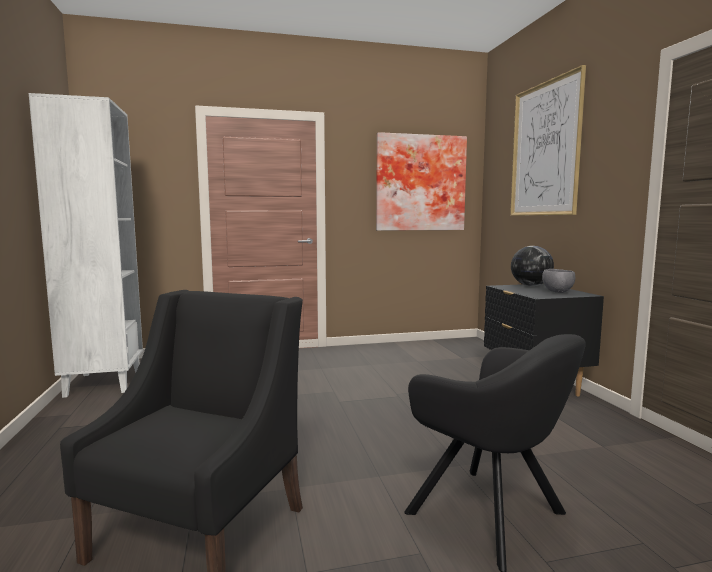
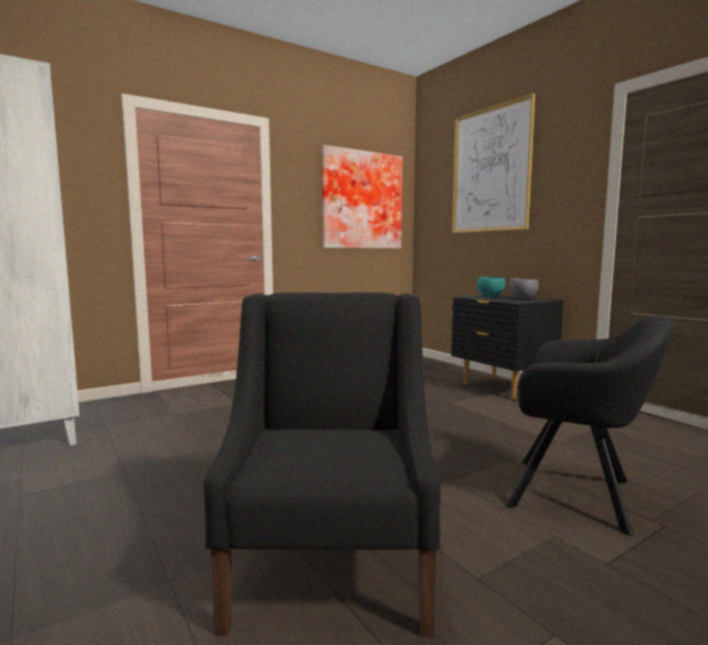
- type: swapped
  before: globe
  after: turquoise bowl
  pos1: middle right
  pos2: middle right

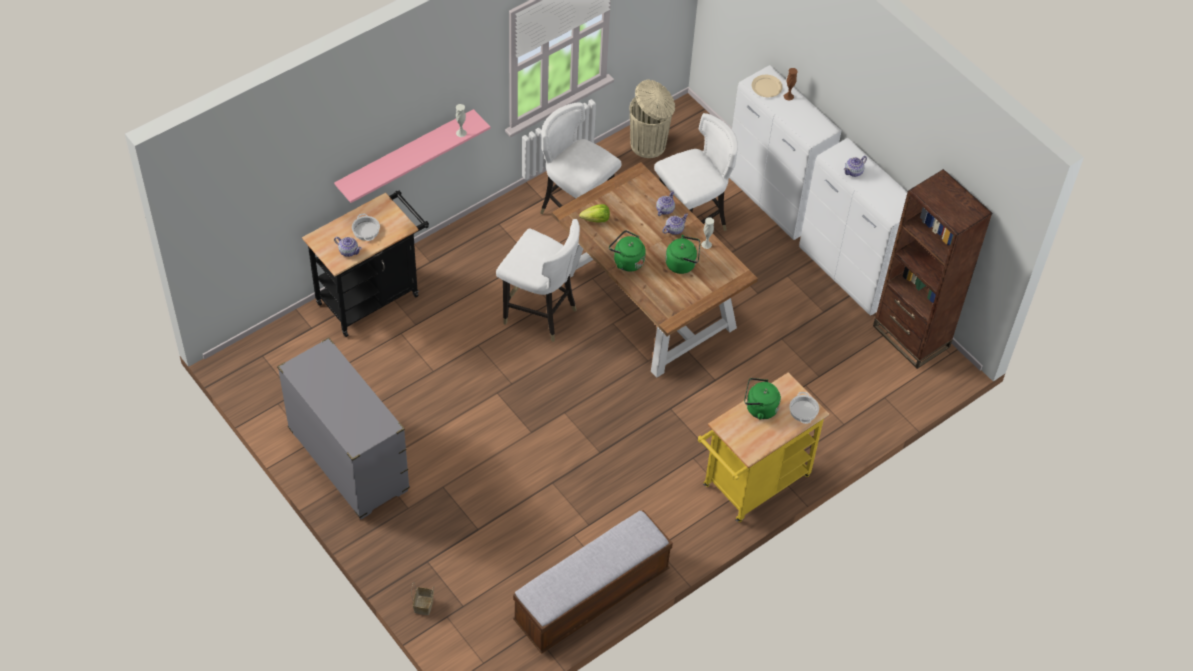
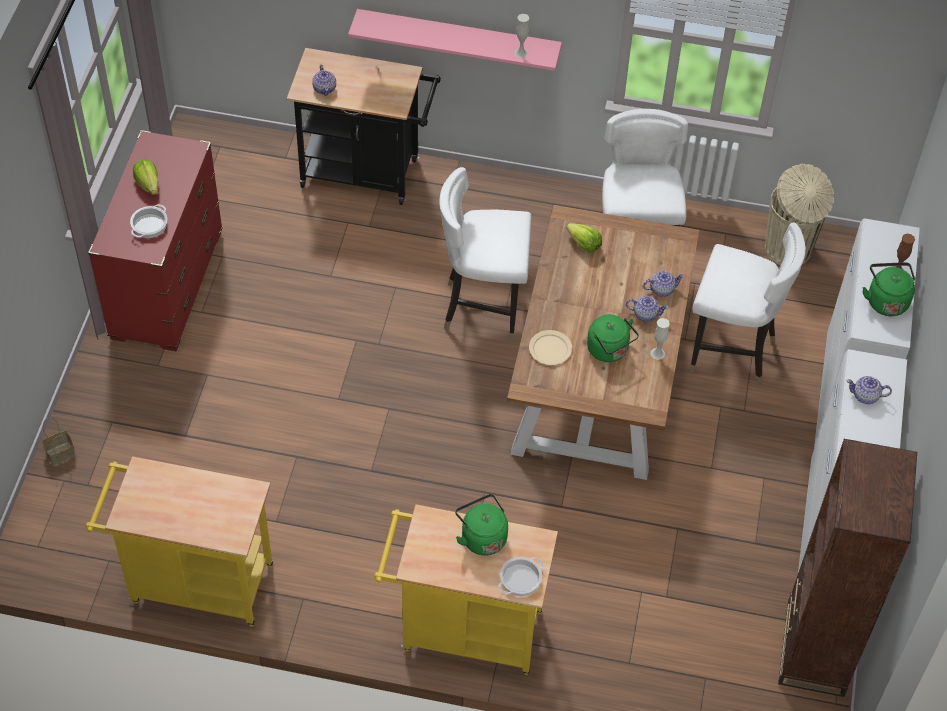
- type: repainted
  before: grey dresser
  after: red dresser
  pos1: middle left
  pos2: middle left
- type: shifted
  before: cooking pot (no. 1 from left)
  pos1: middle left
  pos2: top left
- type: rotated
  before: white chair (no. 1 from left)
  pos1: centre
  pos2: centre
  turn: 105
- type: swapped
  before: bench
  after: yellow cart (no. 1 from left)
  pos1: bottom centre
  pos2: bottom left
- type: shifted
  before: green kettle (no. 1 from left in the first image)
  after: green kettle (no. 3 from left)
  pos1: centre
  pos2: middle right
- type: shifted
  before: beige plate
  pos1: top centre
  pos2: centre
- type: new
  after: lettuce (no. 1 from left)
  pos2: top left

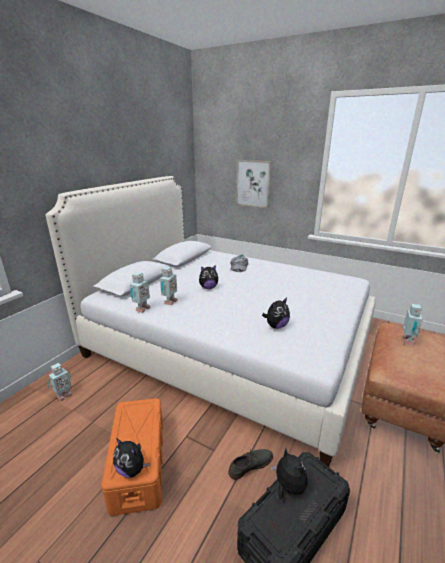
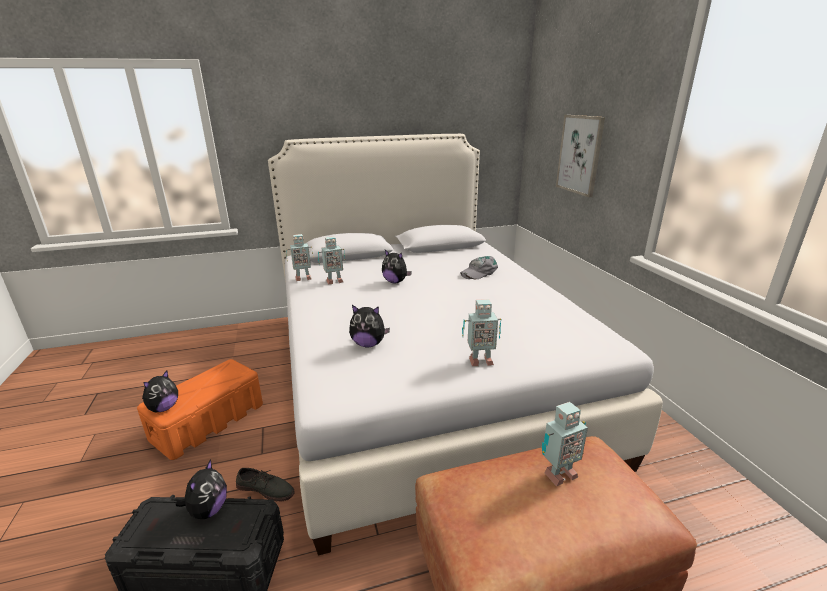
- type: shifted
  before: toy robot (no. 1 from left in the first image)
  after: toy robot (no. 3 from left)
  pos1: bottom left
  pos2: centre
- type: rotated
  before: plush toy (no. 1 from left)
  pos1: bottom left
  pos2: middle left
  turn: -135

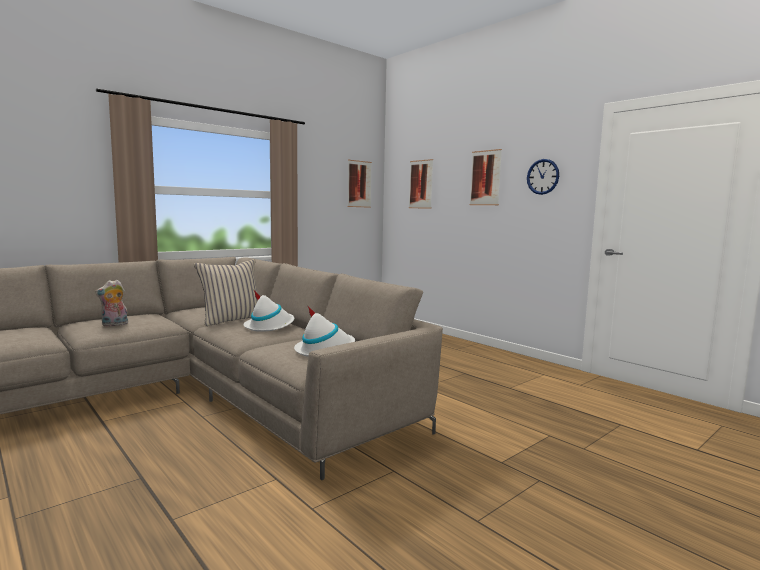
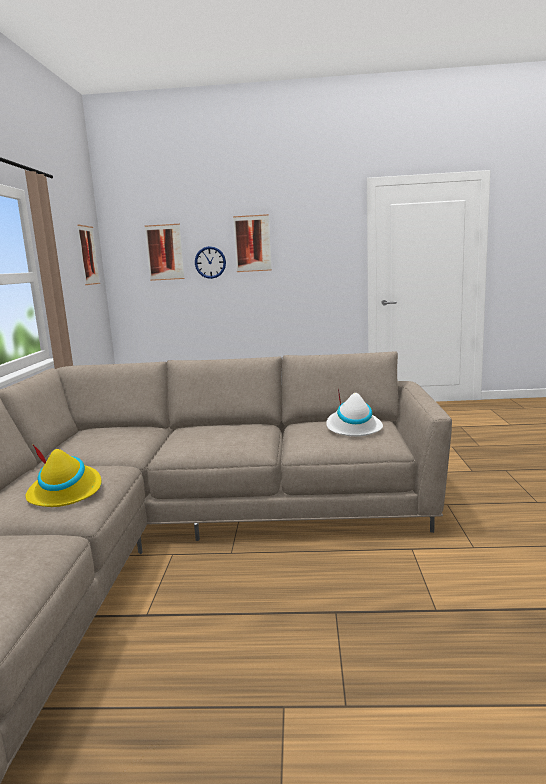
- type: swapped
  before: plush toy
  after: yellow hat
  pos1: middle left
  pos2: middle left
- type: gone
  before: beige pillow
  pos1: middle left
- type: gone
  before: white hat (no. 1 from left)
  pos1: centre
- type: shifted
  before: wall clock
  pos1: top right
  pos2: centre

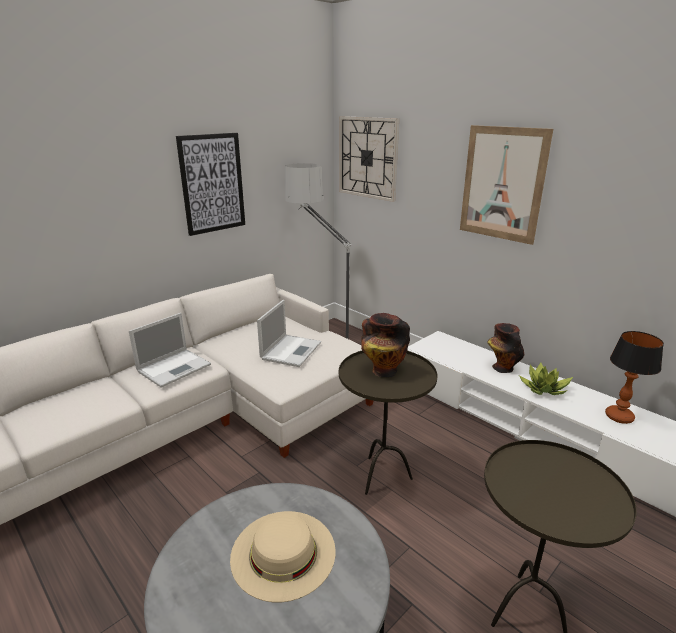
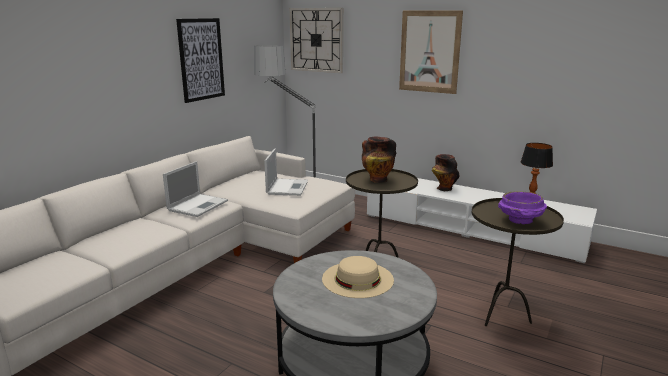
- type: gone
  before: potted plant
  pos1: middle right
- type: new
  after: purple bowl
  pos2: middle right

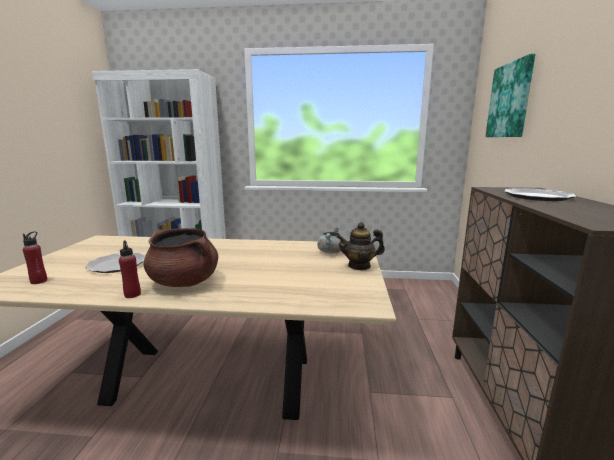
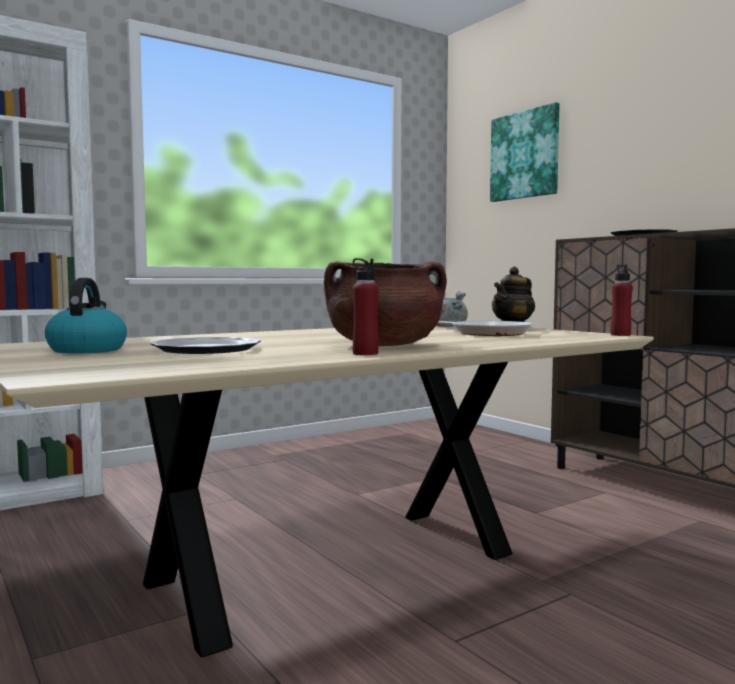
- type: shifted
  before: red bottle (no. 1 from left in the first image)
  after: red bottle (no. 2 from left)
  pos1: middle left
  pos2: middle right
- type: new
  after: kettle
  pos2: middle left
- type: new
  after: frying pan
  pos2: centre

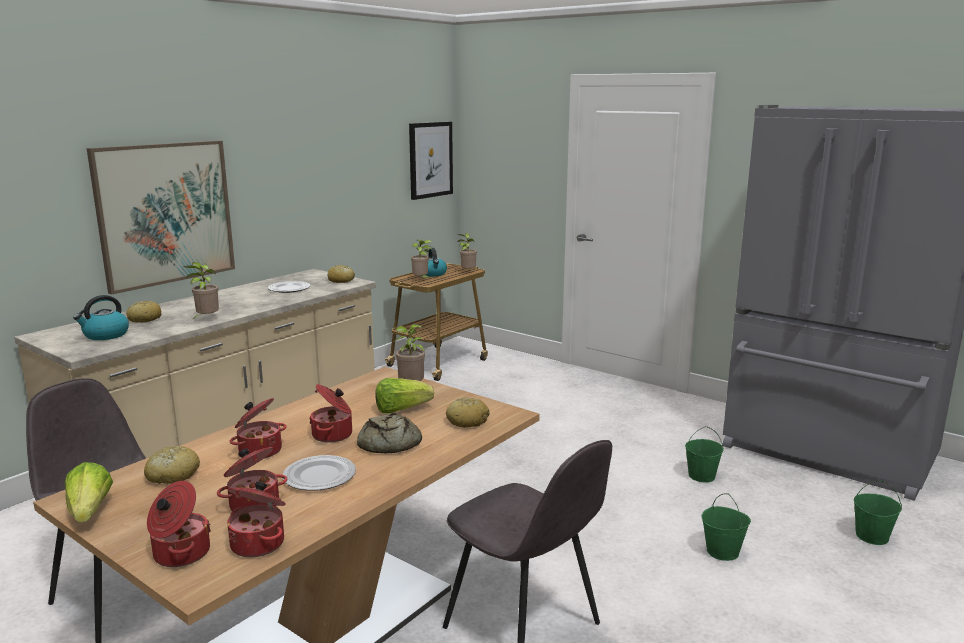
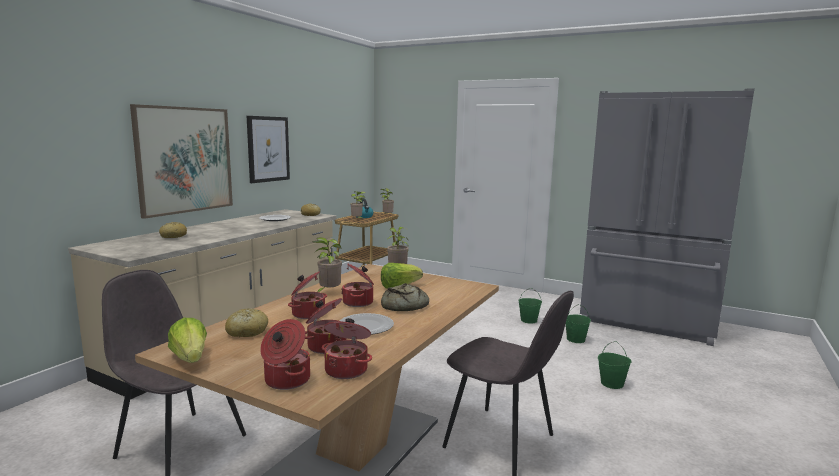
- type: gone
  before: kettle (no. 1 from left)
  pos1: middle left
- type: shifted
  before: potted plant (no. 1 from left)
  pos1: middle left
  pos2: centre
- type: shifted
  before: picture (no. 2 from left)
  pos1: top centre
  pos2: top left
- type: gone
  before: bread (no. 5 from left)
  pos1: centre
- type: shifted
  before: green bucket (no. 3 from left in the first image)
  after: green bucket (no. 1 from left)
  pos1: bottom right
  pos2: centre

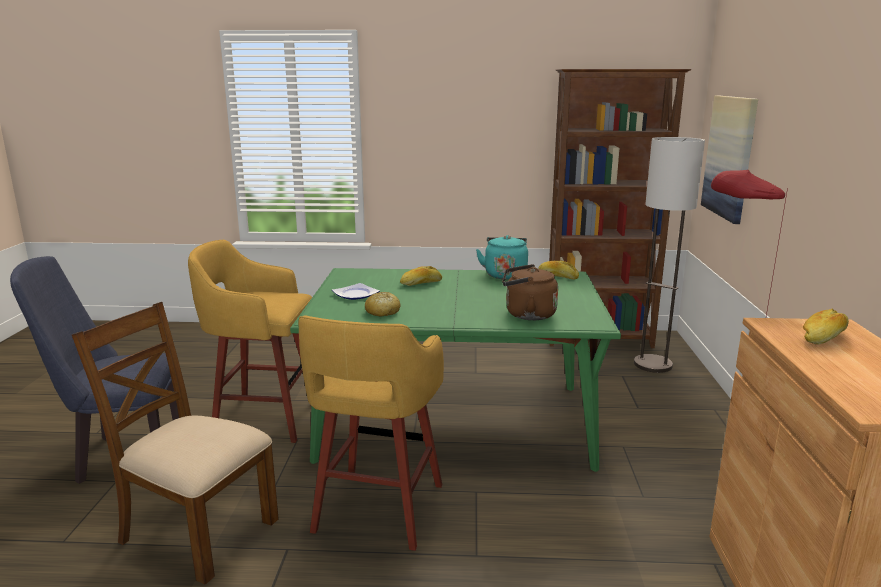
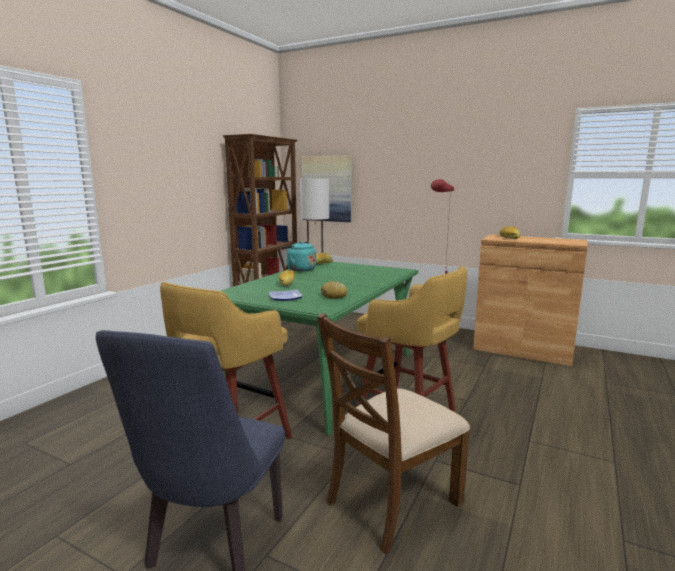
- type: gone
  before: brown kettle
  pos1: centre

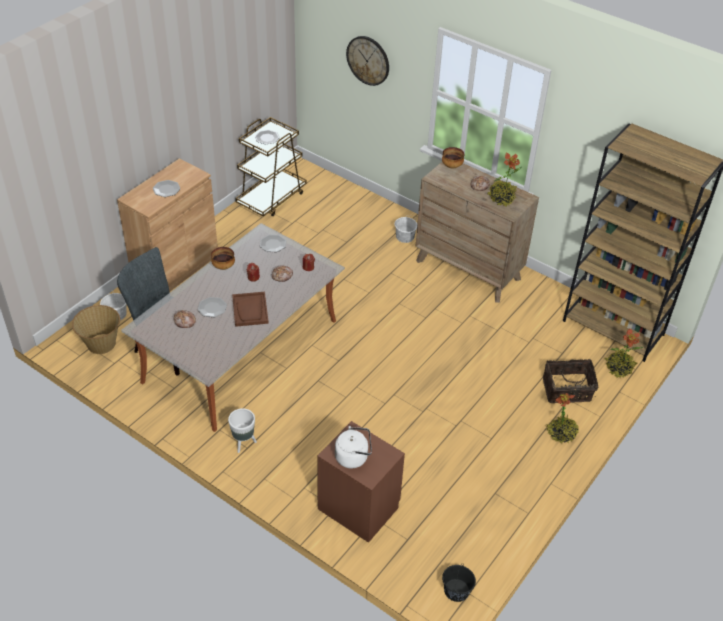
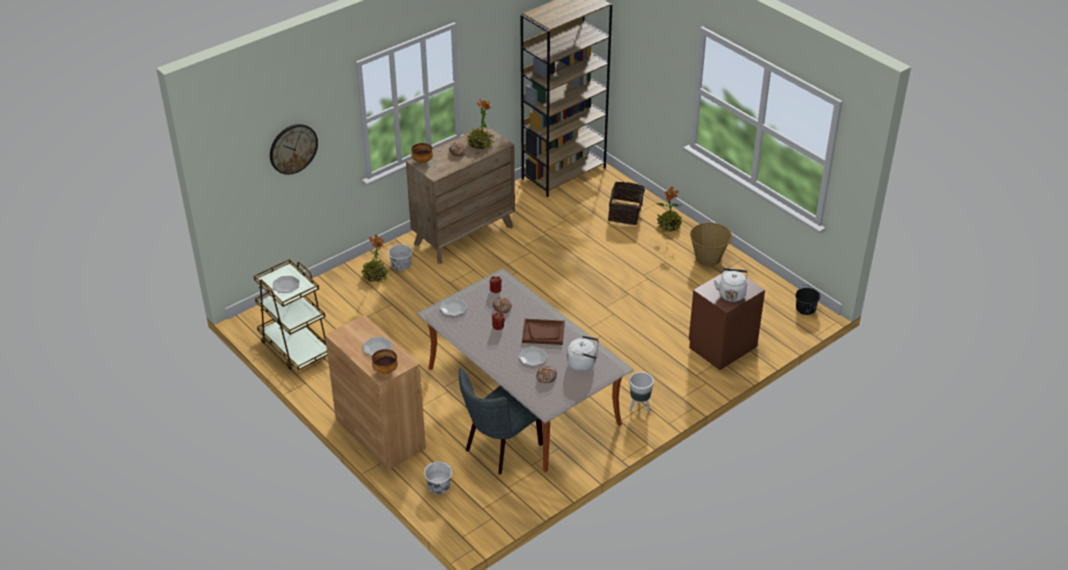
- type: shifted
  before: basket (no. 1 from left in the first image)
  after: basket (no. 2 from left)
  pos1: middle left
  pos2: centre
- type: shifted
  before: bowl (no. 1 from left)
  pos1: middle left
  pos2: centre
- type: shifted
  before: potted plant (no. 3 from left in the first image)
  after: potted plant (no. 1 from left)
  pos1: middle right
  pos2: centre
- type: new
  after: white kettle (no. 1 from left)
  pos2: centre

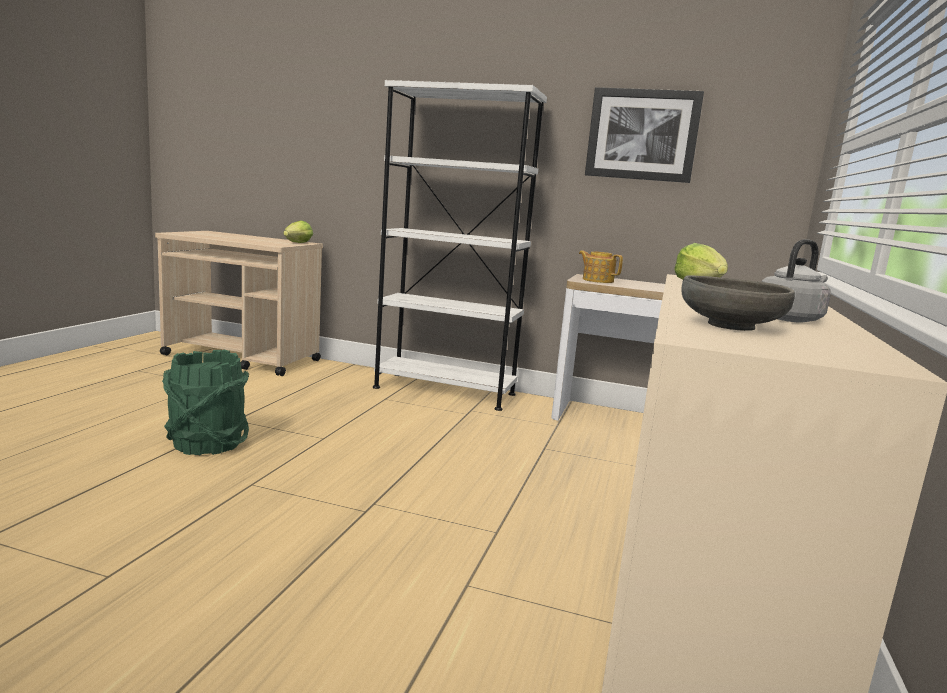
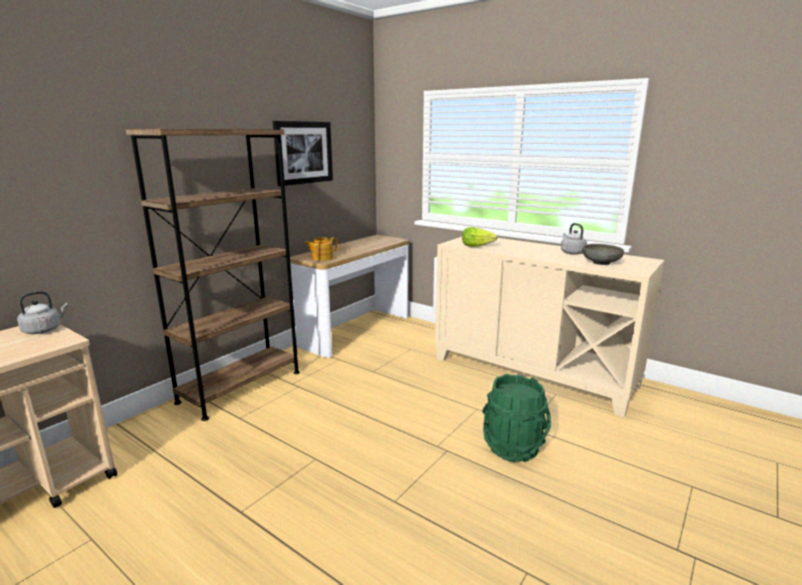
- type: shifted
  before: green bucket
  pos1: middle left
  pos2: bottom centre
- type: swapped
  before: lettuce (no. 1 from left)
  after: grey kettle (no. 1 from left)
  pos1: middle left
  pos2: middle left
- type: repainted
  before: white bookcase
  after: brown bookcase
  pos1: centre
  pos2: middle left

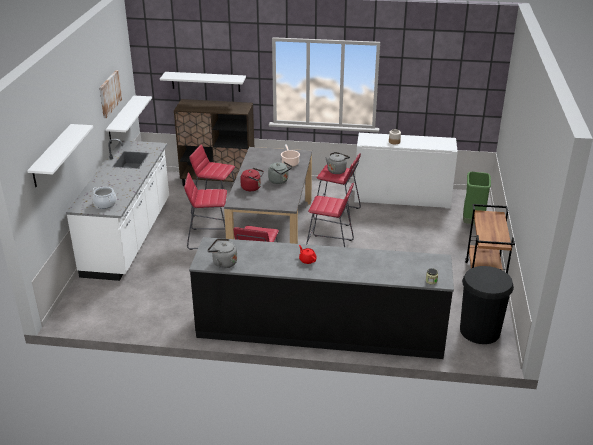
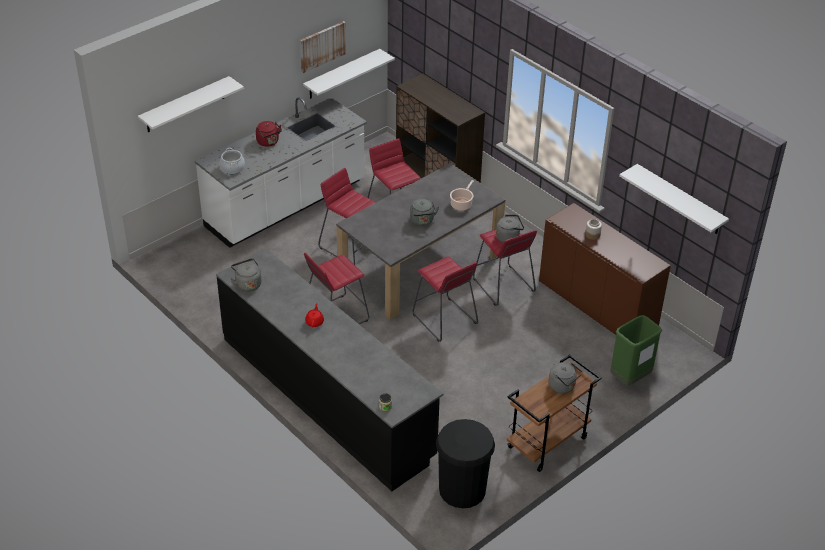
- type: shifted
  before: white shelf (no. 3 from left)
  pos1: top centre
  pos2: middle right
- type: shifted
  before: red kettle
  pos1: centre
  pos2: top left
- type: repainted
  before: white cabinet
  after: brown cabinet (no. 2 from left)
  pos1: middle right
  pos2: middle right
- type: new
  after: grey kettle (no. 4 from left)
  pos2: bottom right

